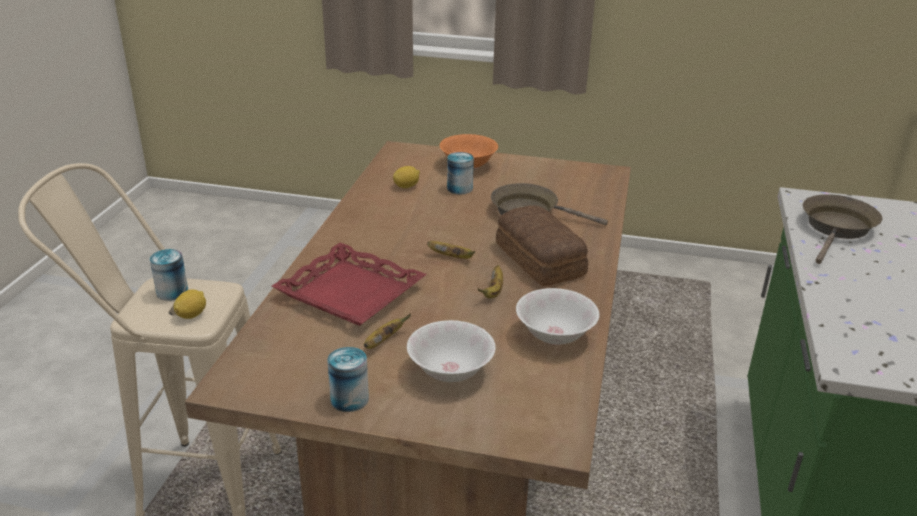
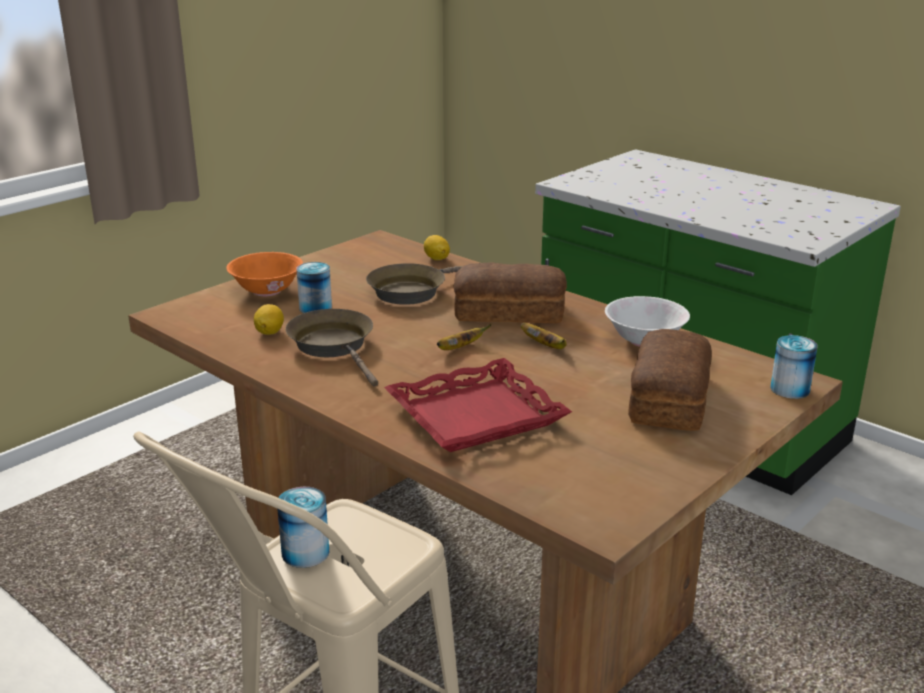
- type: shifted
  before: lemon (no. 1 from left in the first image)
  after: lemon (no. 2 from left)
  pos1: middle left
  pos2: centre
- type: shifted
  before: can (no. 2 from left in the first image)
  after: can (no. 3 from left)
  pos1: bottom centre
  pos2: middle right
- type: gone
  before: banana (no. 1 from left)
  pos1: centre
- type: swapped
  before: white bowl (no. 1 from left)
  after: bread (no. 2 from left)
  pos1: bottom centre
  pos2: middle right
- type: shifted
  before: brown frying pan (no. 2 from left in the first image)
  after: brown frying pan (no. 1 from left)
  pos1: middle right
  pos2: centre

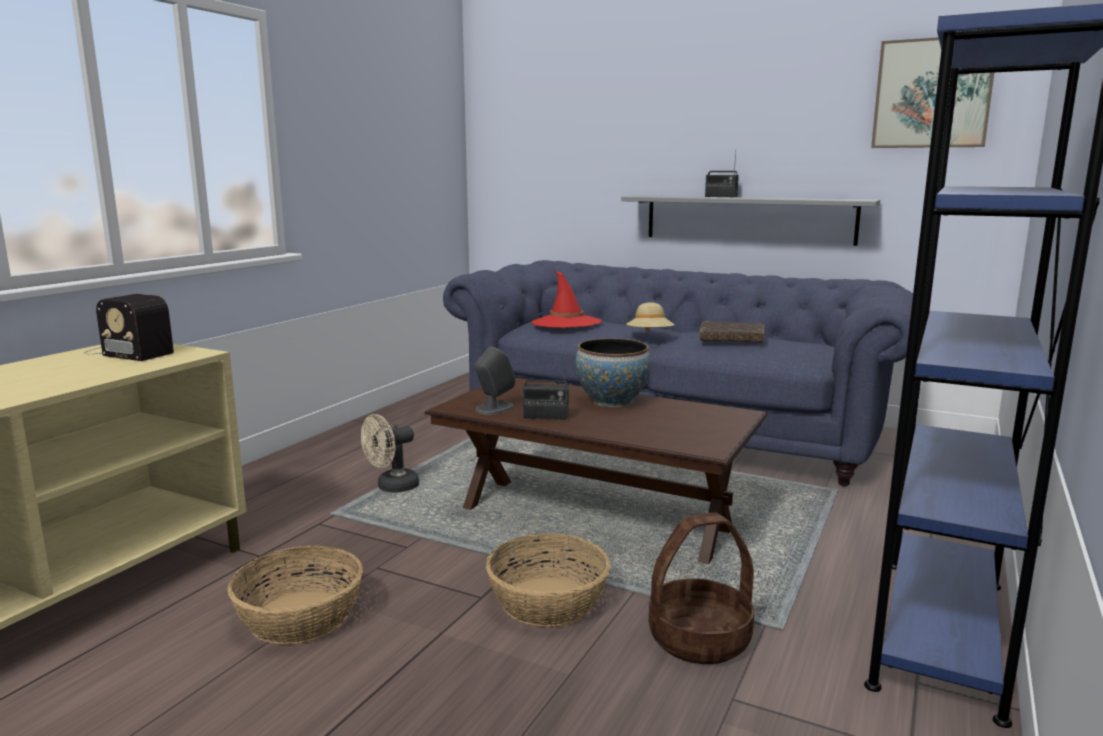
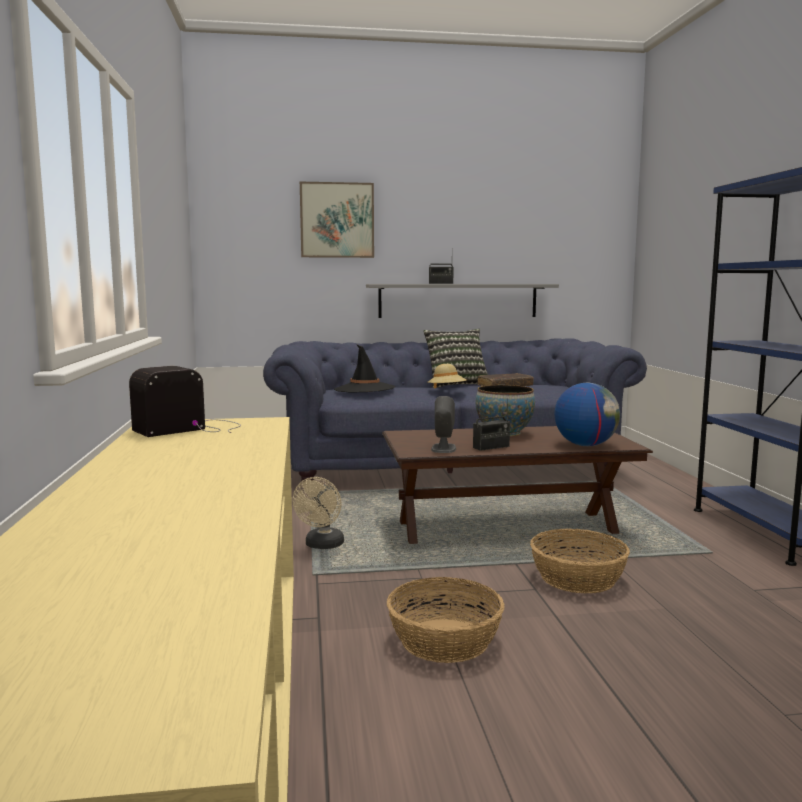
- type: rotated
  before: radio (no. 1 from left)
  pos1: middle left
  pos2: middle left
  turn: 150
- type: repainted
  before: red hat
  after: black hat
  pos1: centre
  pos2: centre
- type: gone
  before: basket (no. 3 from left)
  pos1: bottom centre
- type: shifted
  before: picture
  pos1: top right
  pos2: top centre
- type: new
  after: pillow
  pos2: centre
- type: new
  after: globe
  pos2: middle right

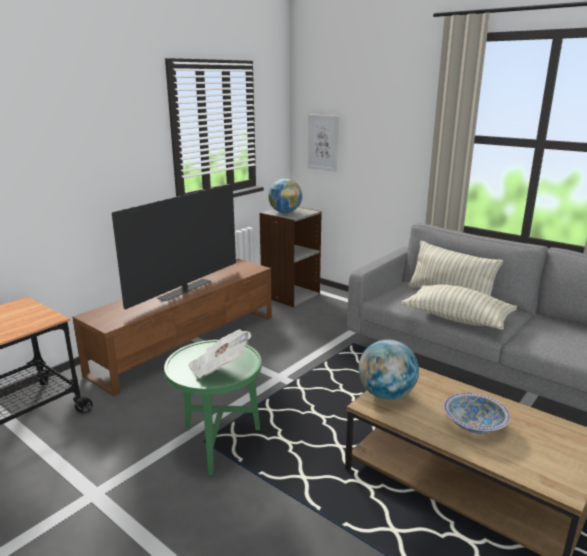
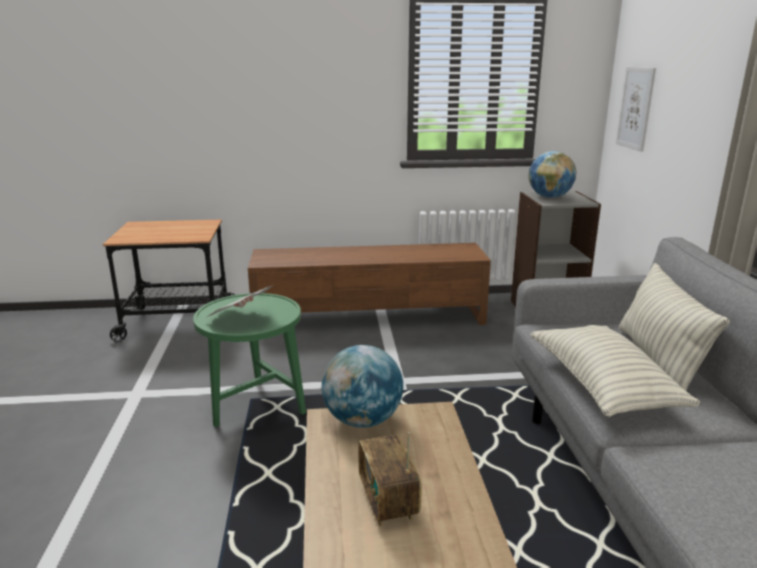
- type: gone
  before: television
  pos1: middle left
- type: swapped
  before: bowl
  after: radio
  pos1: bottom right
  pos2: bottom centre

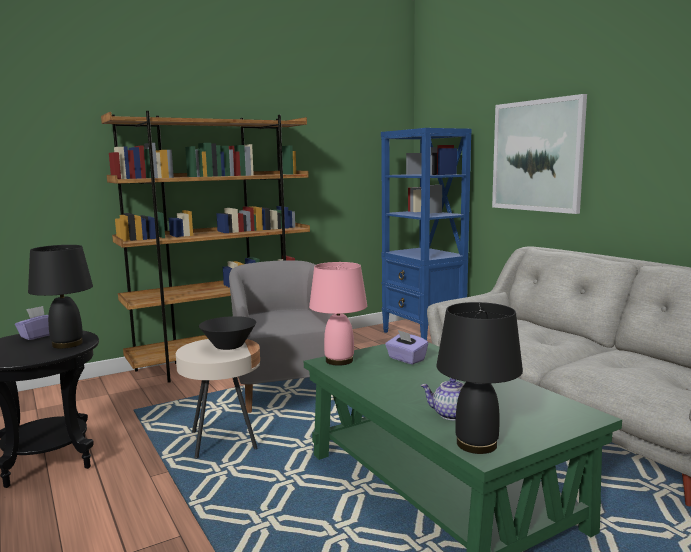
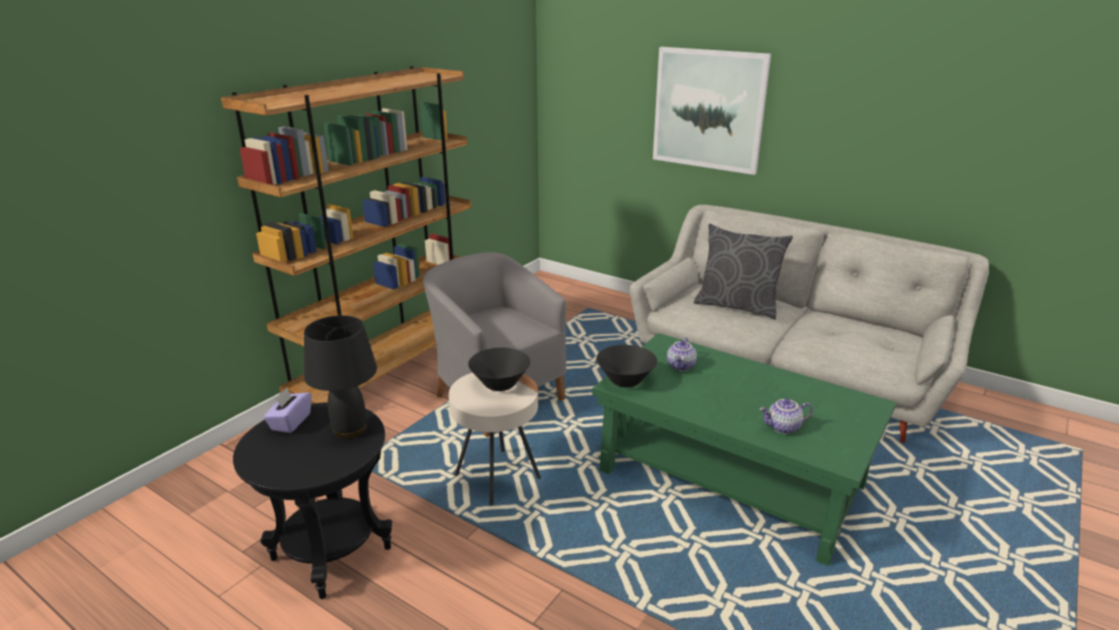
- type: swapped
  before: pink table lamp
  after: black bowl (no. 2 from left)
  pos1: centre
  pos2: centre
- type: gone
  before: blue bookcase
  pos1: centre
- type: swapped
  before: purple tissue box (no. 2 from left)
  after: teapot (no. 1 from left)
  pos1: centre
  pos2: centre
- type: gone
  before: black table lamp (no. 2 from left)
  pos1: bottom right
- type: new
  after: grey pillow
  pos2: centre

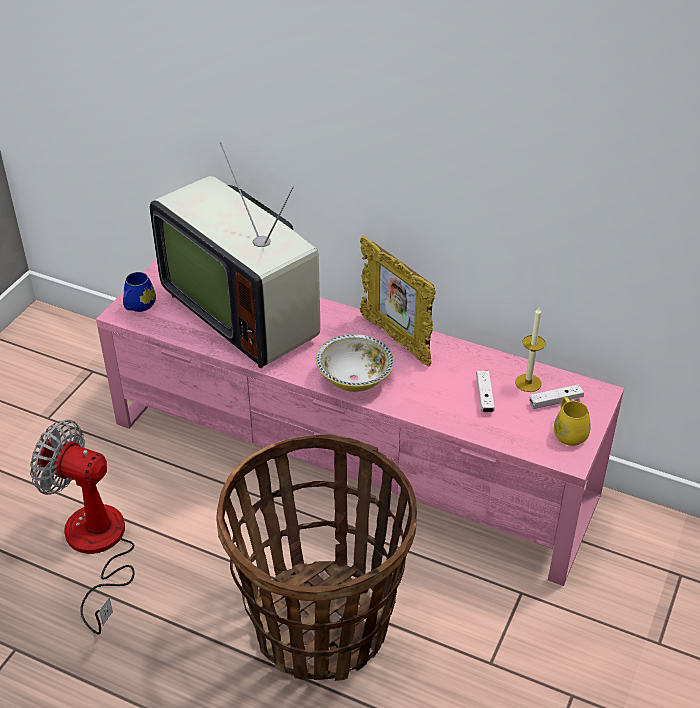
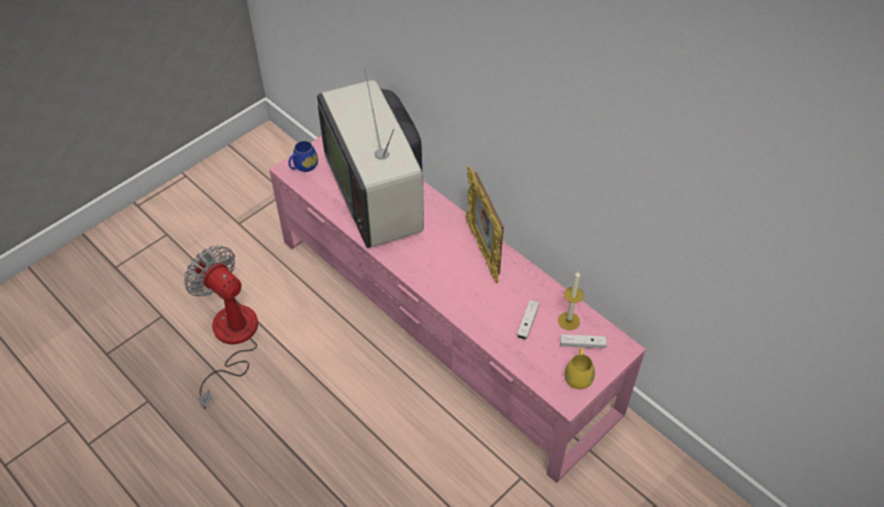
- type: gone
  before: basket
  pos1: bottom centre
- type: gone
  before: bowl
  pos1: centre

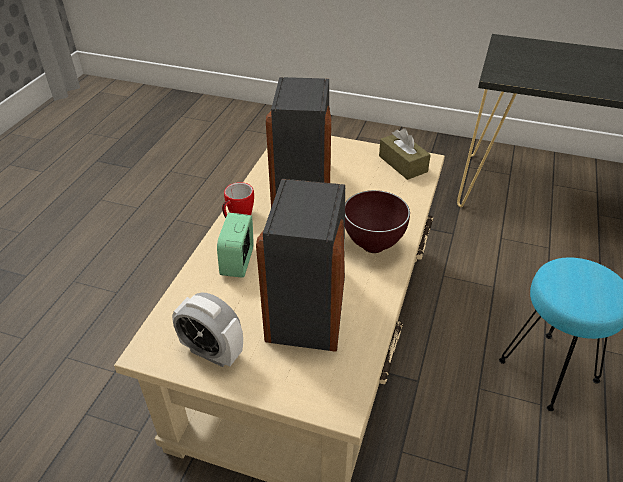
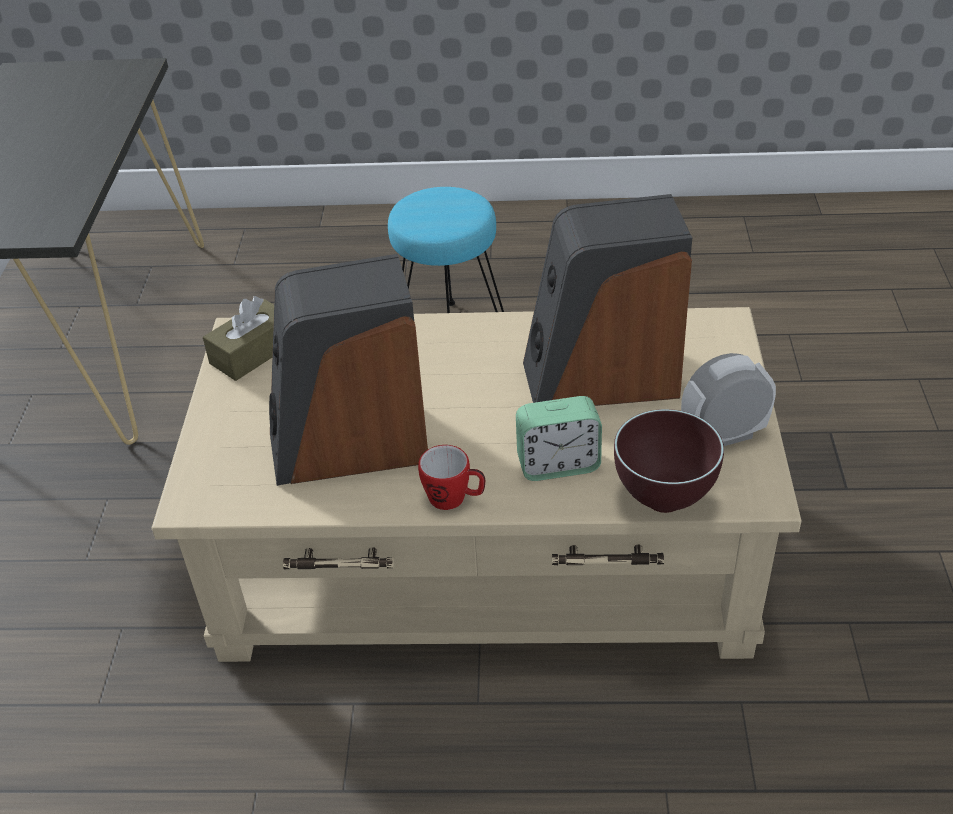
- type: rotated
  before: alarm clock (no. 1 from left in the first image)
  pos1: bottom left
  pos2: middle right
  turn: -120
- type: shifted
  before: brown bowl
  pos1: centre
  pos2: middle right

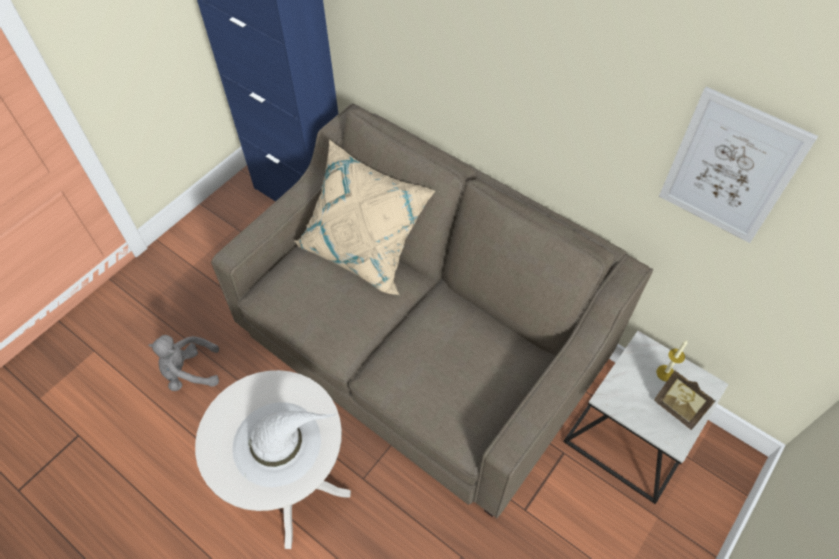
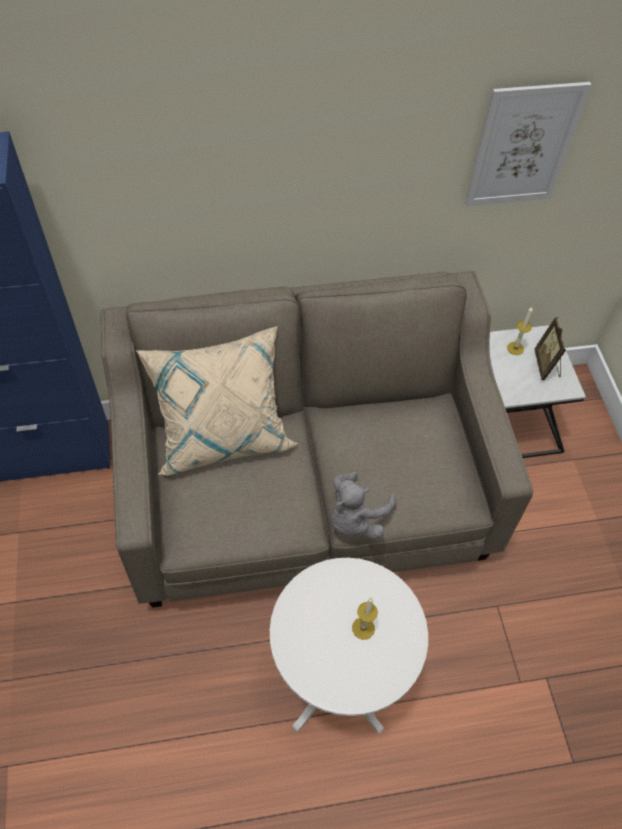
- type: shifted
  before: grey plush toy
  pos1: middle left
  pos2: centre
- type: swapped
  before: white hat
  after: candle (no. 1 from left)
  pos1: bottom centre
  pos2: bottom centre
- type: rotated
  before: picture frame
  pos1: bottom right
  pos2: middle right
  turn: 90

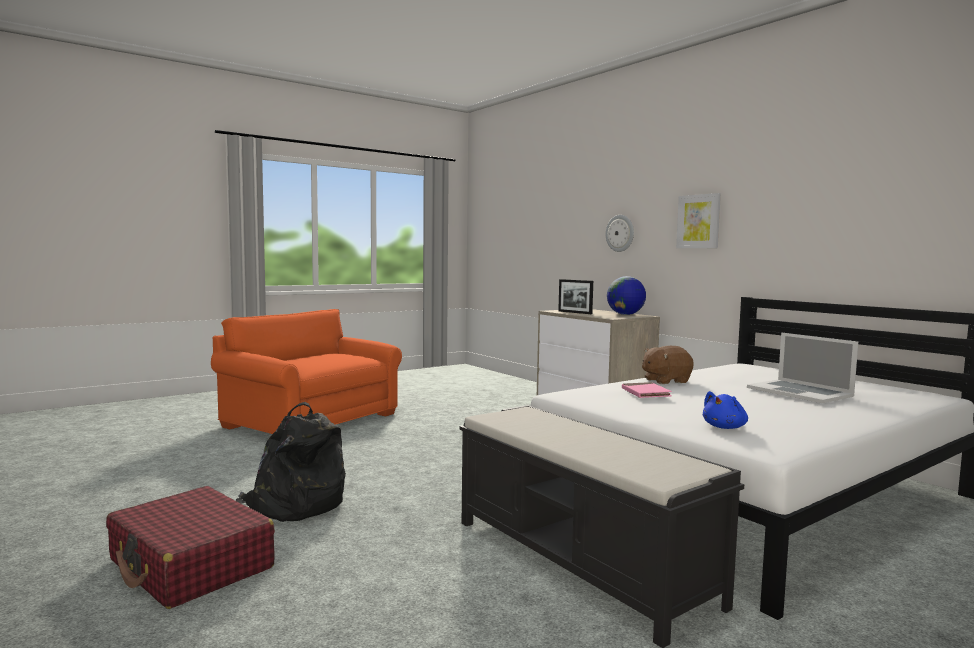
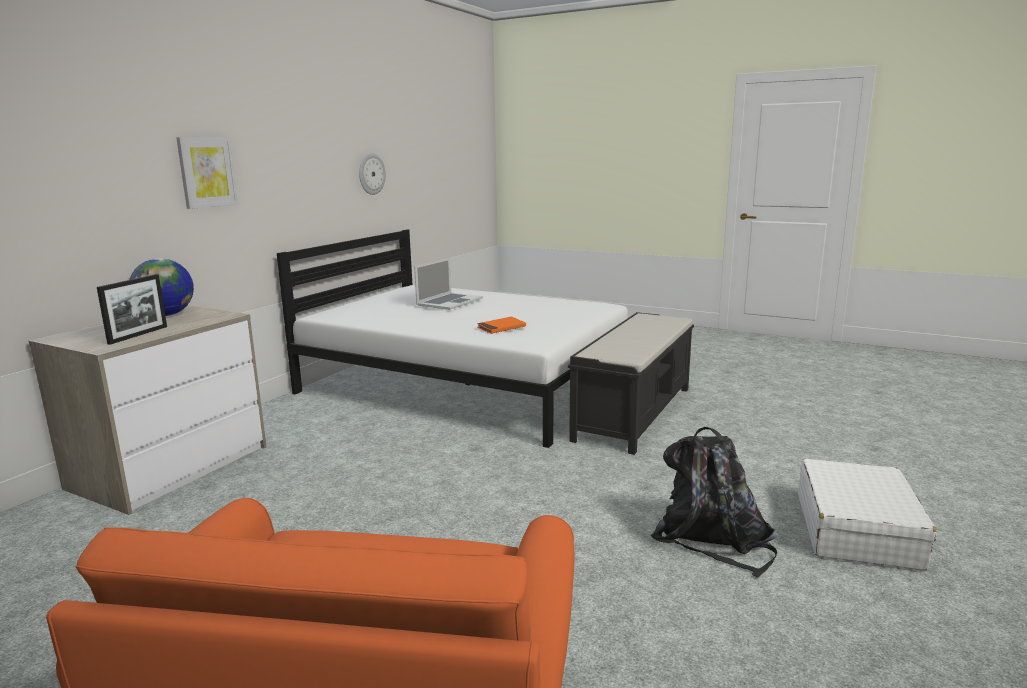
- type: repainted
  before: red suitcase
  after: white suitcase
  pos1: bottom left
  pos2: bottom right
- type: shifted
  before: wall clock
  pos1: centre
  pos2: top centre
- type: repainted
  before: pink book
  after: orange book
  pos1: centre
  pos2: centre
- type: gone
  before: brown plush toy
  pos1: middle right
- type: gone
  before: blue plush toy
  pos1: middle right

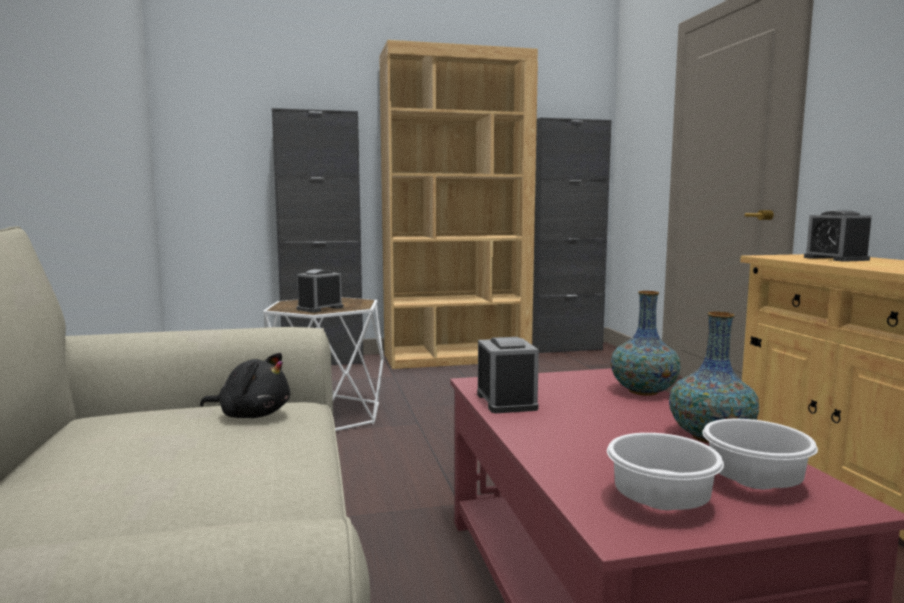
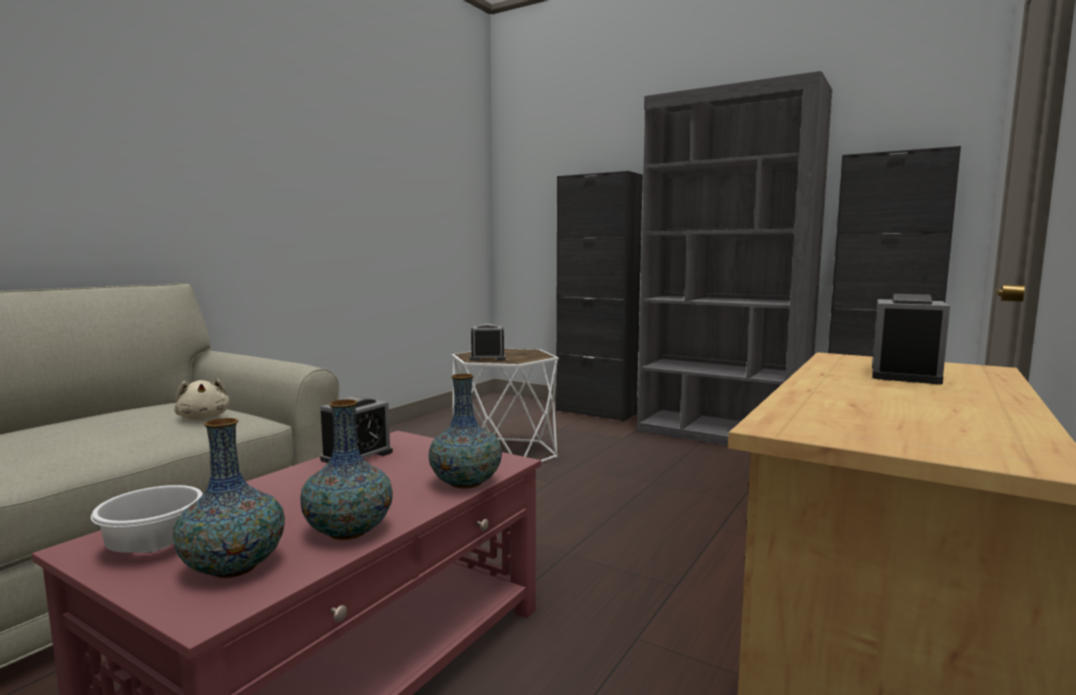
- type: repainted
  before: black plush toy
  after: beige plush toy
  pos1: middle left
  pos2: middle left
- type: repainted
  before: brown bookcase
  after: grey bookcase
  pos1: centre
  pos2: middle right
- type: swapped
  before: white bowl (no. 2 from left)
  after: vase (no. 1 from left)
  pos1: bottom right
  pos2: bottom left

